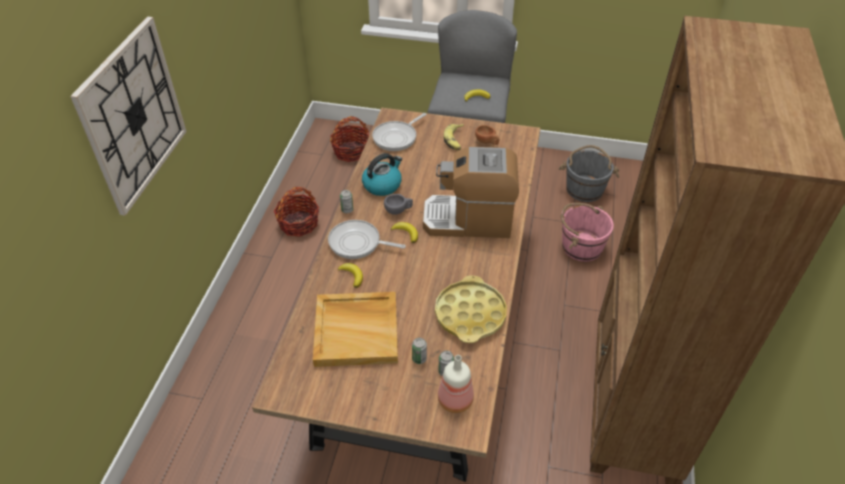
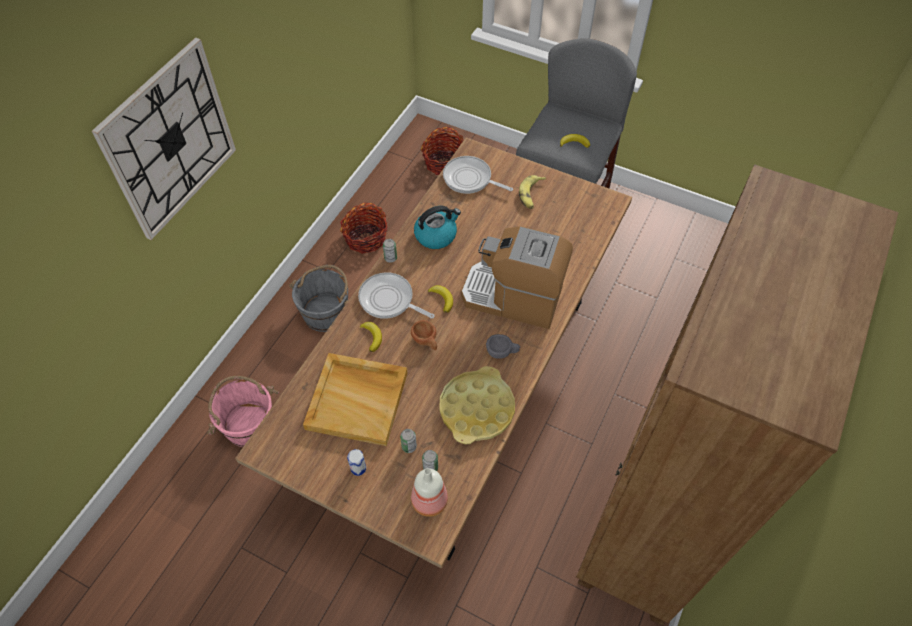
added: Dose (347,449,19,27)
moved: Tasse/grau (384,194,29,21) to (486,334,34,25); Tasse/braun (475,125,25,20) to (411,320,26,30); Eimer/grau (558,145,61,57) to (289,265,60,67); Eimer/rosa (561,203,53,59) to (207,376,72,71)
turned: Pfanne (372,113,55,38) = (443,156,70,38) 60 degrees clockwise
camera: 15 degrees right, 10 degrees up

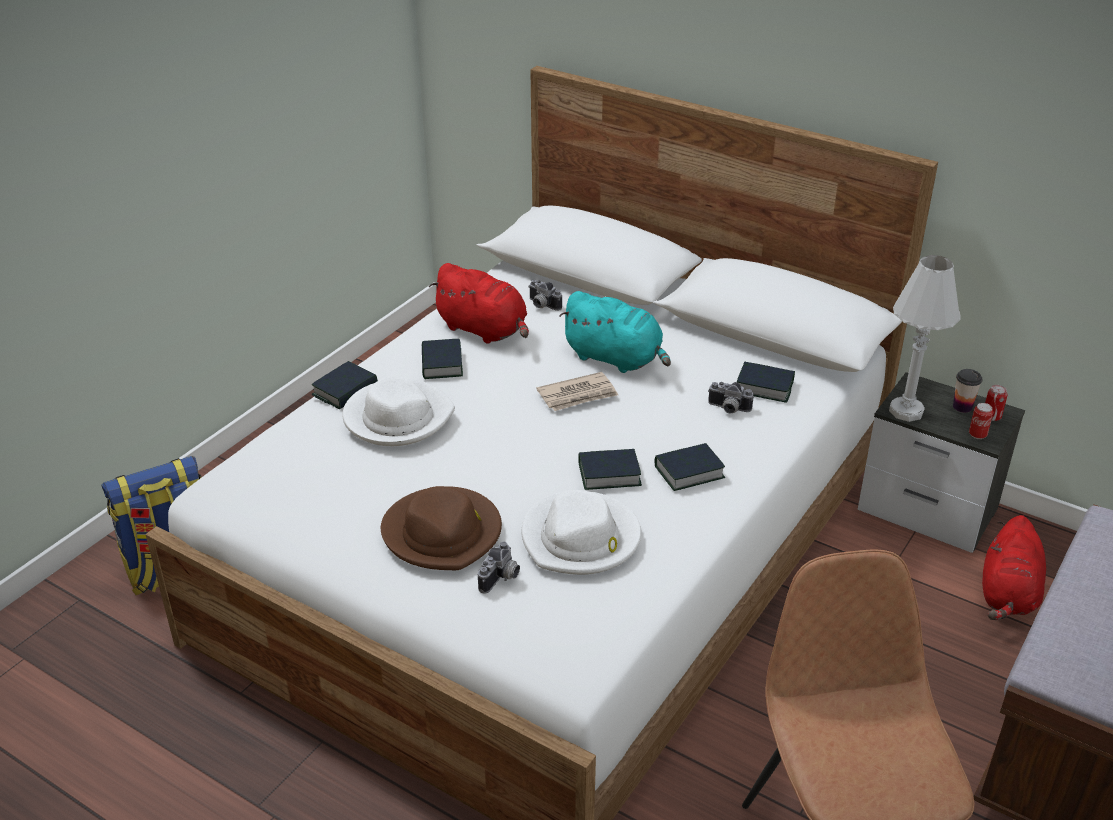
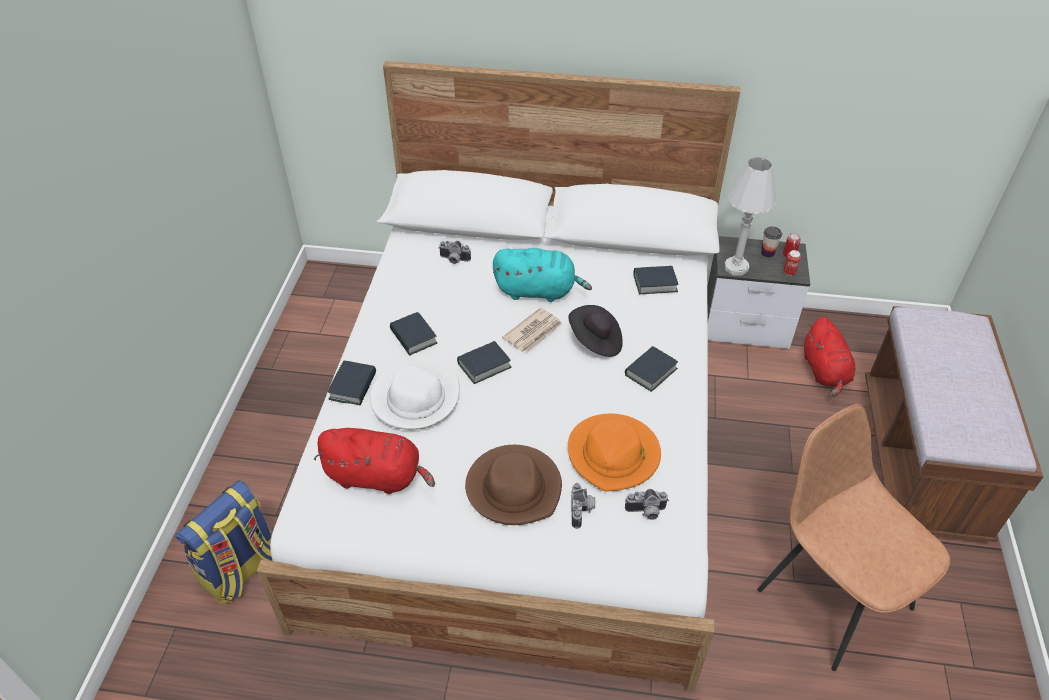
added: Hut/schwarz (569,305,54,52)
moved: Plüschtier/rot (429,263,100,81) to (314,428,121,66); Buch (578,449,64,41) to (457,341,55,43); Kamera (708,382,46,32) to (625,489,44,31)
recoloured: Hut/weiß (521,490,120,85) to Hut/orange (568,414,93,78)
camera: 25 degrees left, 10 degrees up

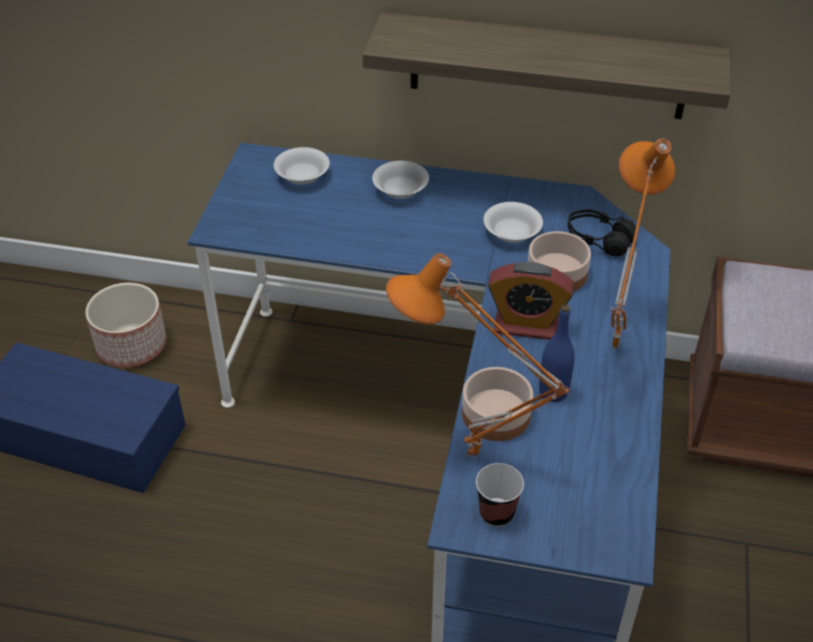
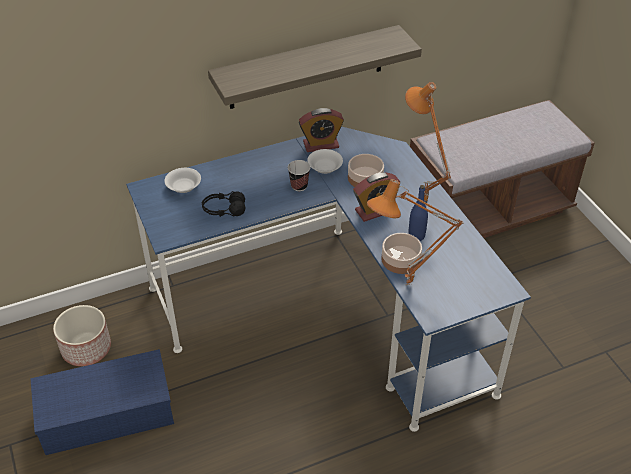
removed: Schüssel/weiß (372,161,57,38)
added: Wecker (299,108,45,44)
moved: Tasse (476,463,48,64) to (288,160,22,31); Kopfhörer/schwarz (568,209,68,48) to (202,191,43,26)
camera: 35 degrees left, 0 degrees up

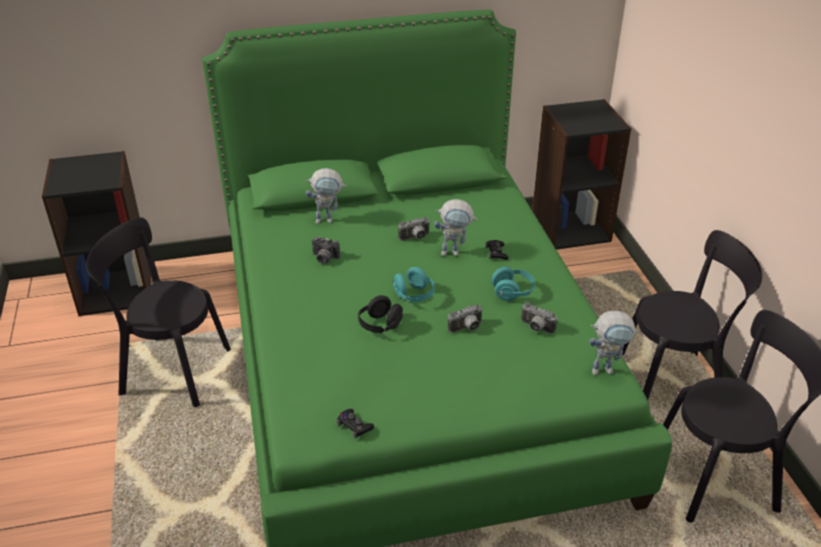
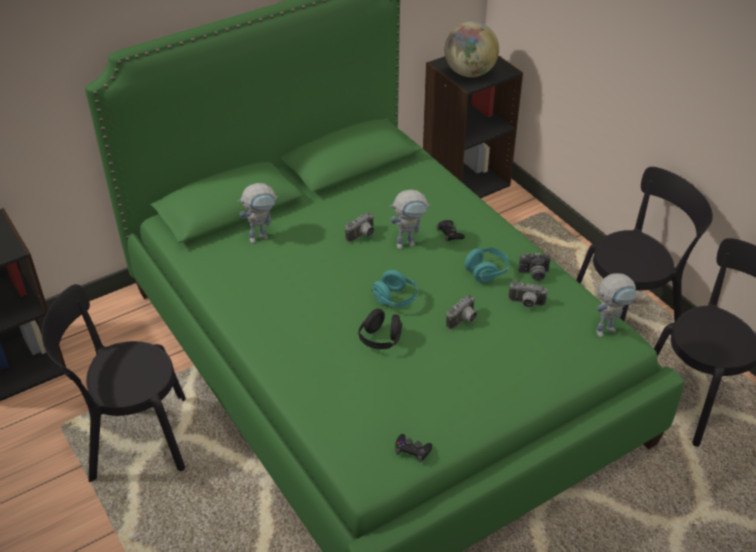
added: Globus (445,21,54,56)
moved: Kamera (312,237,28,27) to (518,253,33,28)
camera: 20 degrees left, 5 degrees up

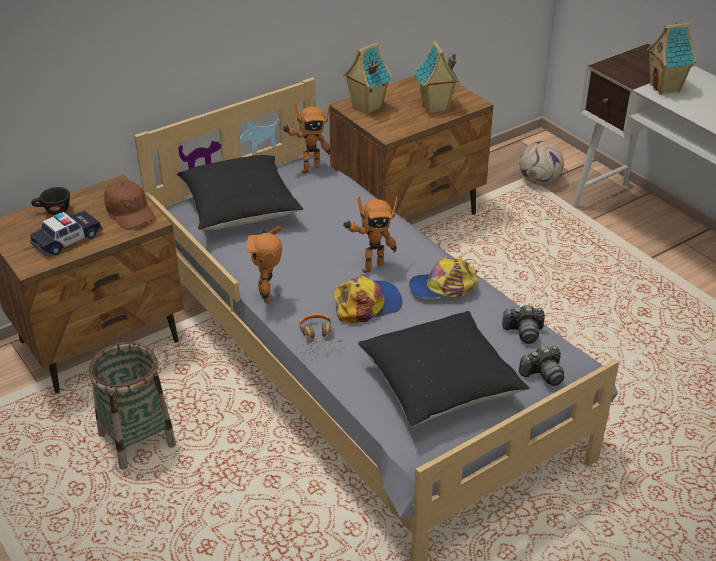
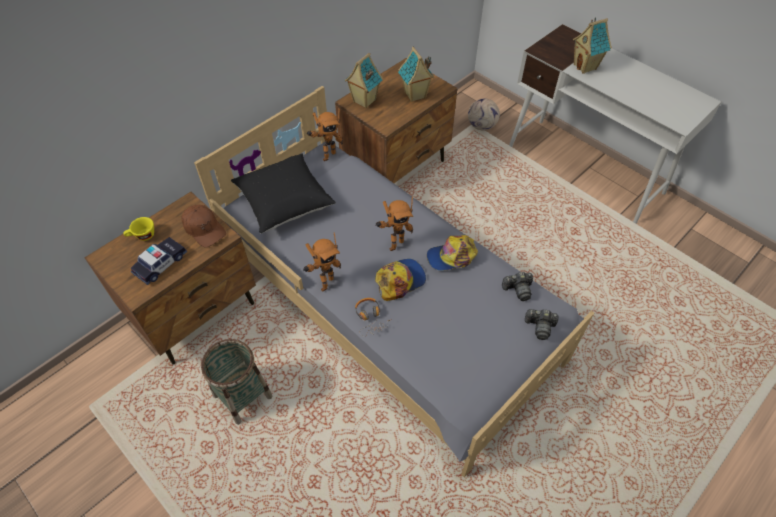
removed: Kissen/schwarz (358,311,171,116)
recoloured: Tasse/schwarz (31,187,39,28) to Tasse/gelb (123,217,31,24)
turned: Spielzeugroboter (246,227,36,77) = (303,232,38,59) 120 degrees counterclockwise; Kamera (519,345,45,41) = (525,309,34,31) 45 degrees clockwise
camera: 10 degrees left, 15 degrees up

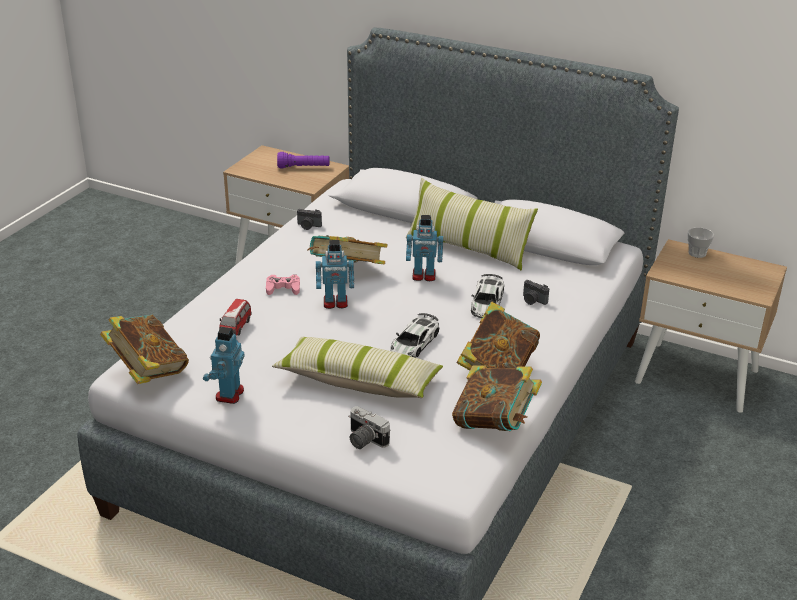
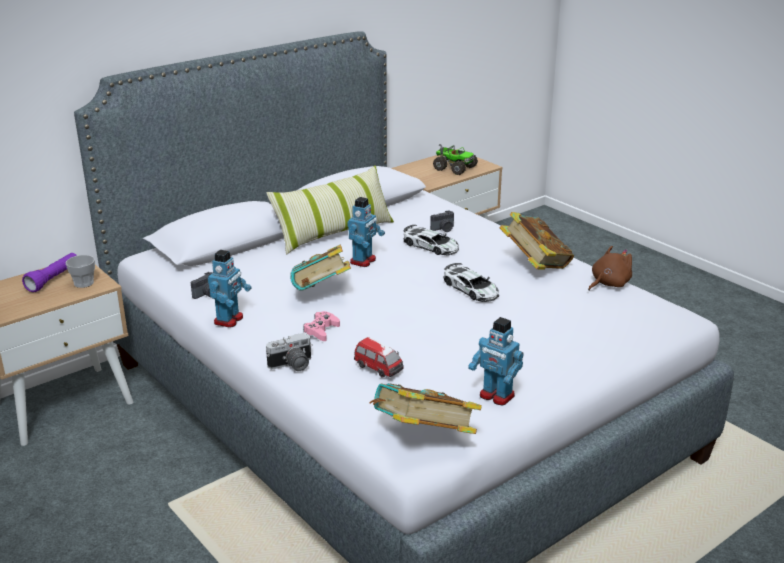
removed: Kissen (272,337,171,61)
added: Spielzeuglaster (433,144,45,31)
moved: Spielzeugroboter (316,240,38,69) to (208,250,44,78); Kamera (348,406,42,43) to (266,333,47,38); Tasse (688,227,26,31) to (65,255,30,33)
replaced: Buch (452,365,90,66) to Plüschtier/braun (588,246,44,45)
camera: 65 degrees left, 5 degrees down

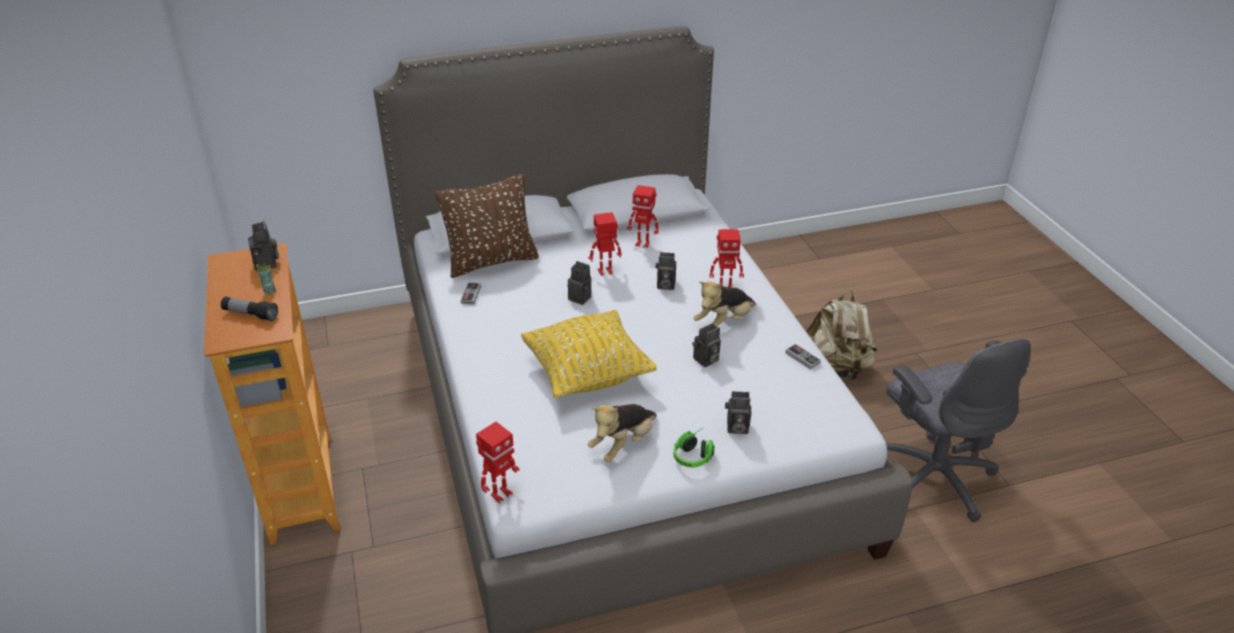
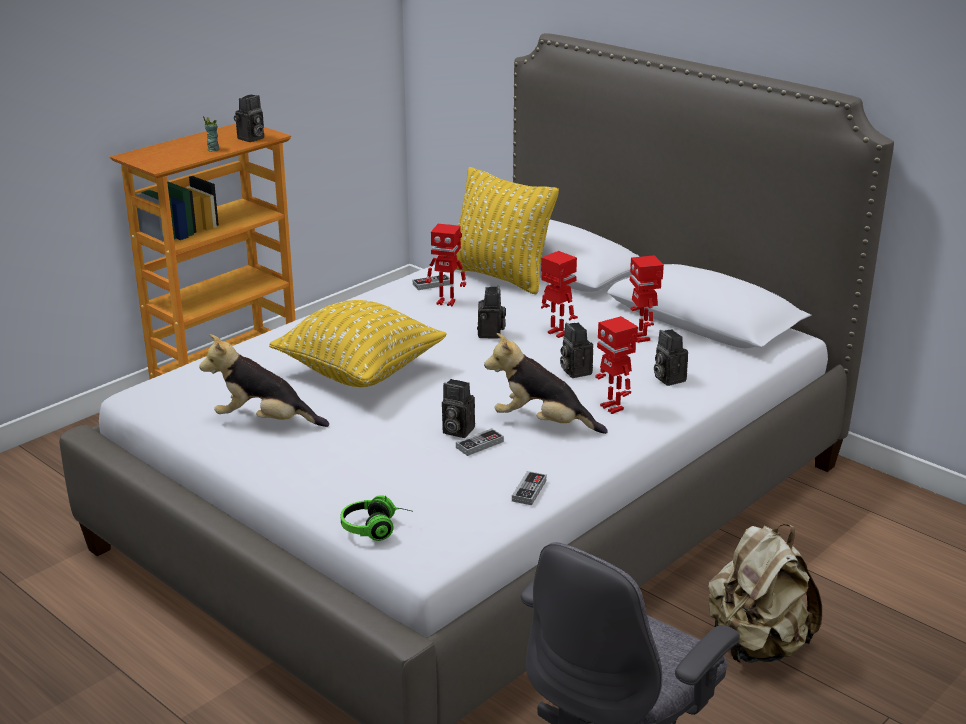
removed: Taschenlampe (221,297,57,24)
added: Gamepad (456,428,48,28)
moved: Spielzeugroboter (476,422,43,81) to (425,224,41,83); Kopfhörer (674,427,41,40) to (341,495,70,46); Kamera (725,391,26,43) to (654,329,34,57)
recoloured: Kissen/braun (435,174,104,104) to Kissen/gelb (456,167,103,127)
camera: 60 degrees right, 10 degrees down

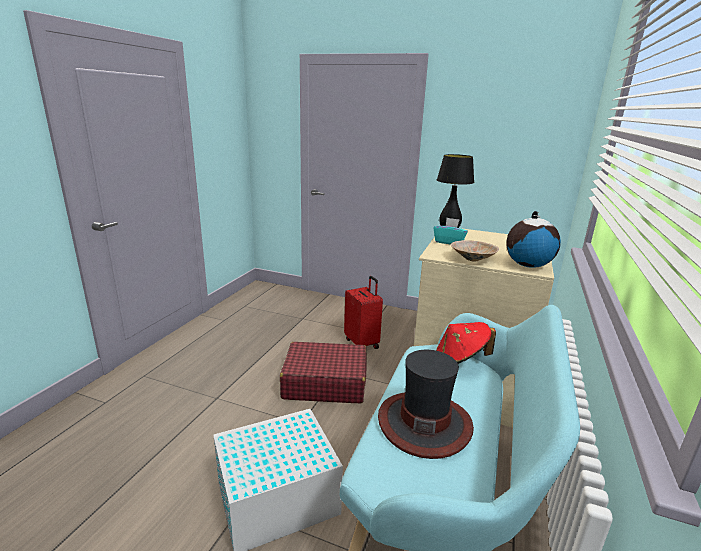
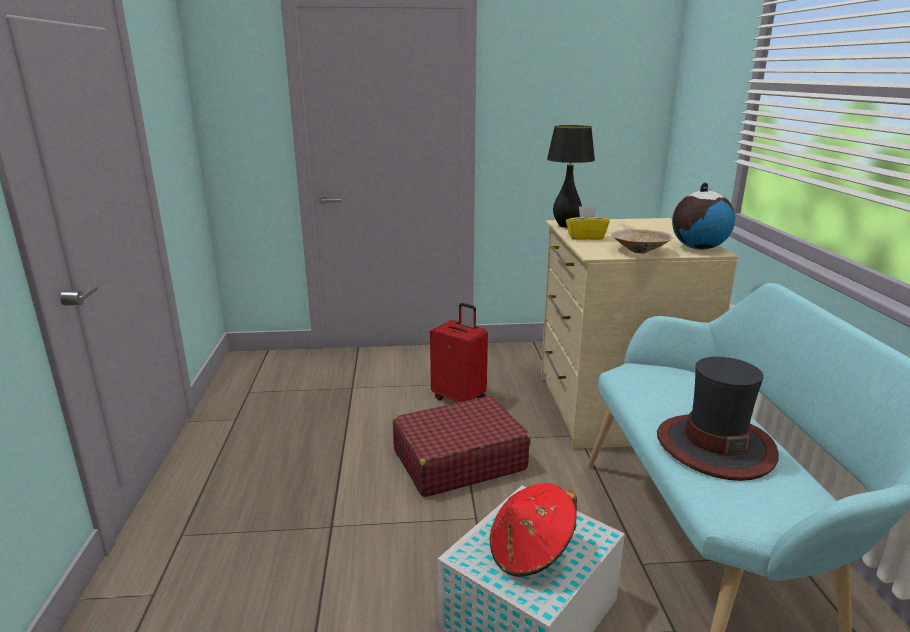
moved: Hut/rot (436,322,60,42) to (490,483,87,94)
recoloured: Taschentuchbox/türkis (434,218,34,26) to Taschentuchbox/gelb (566,206,44,34)
camera: 25 degrees left, 0 degrees up

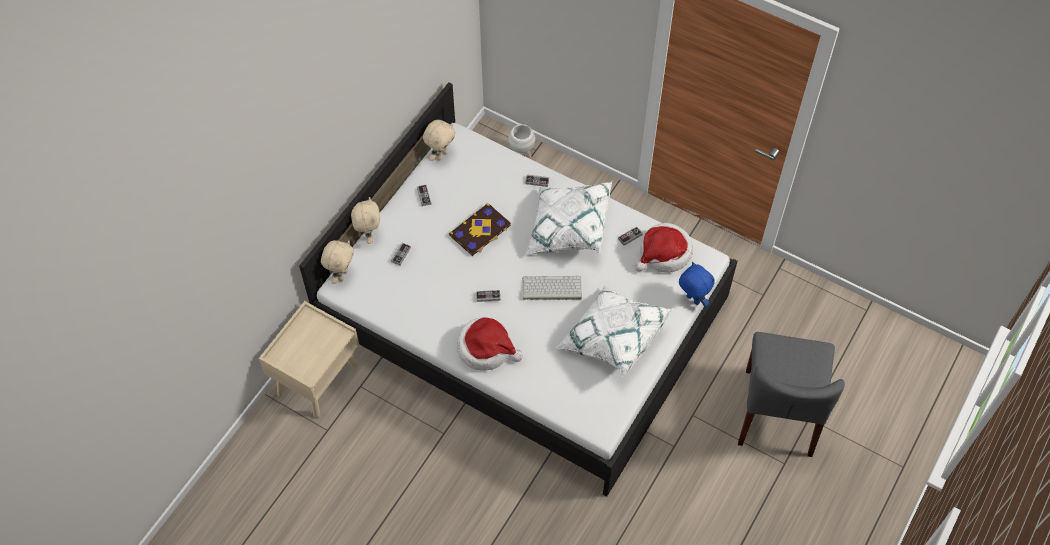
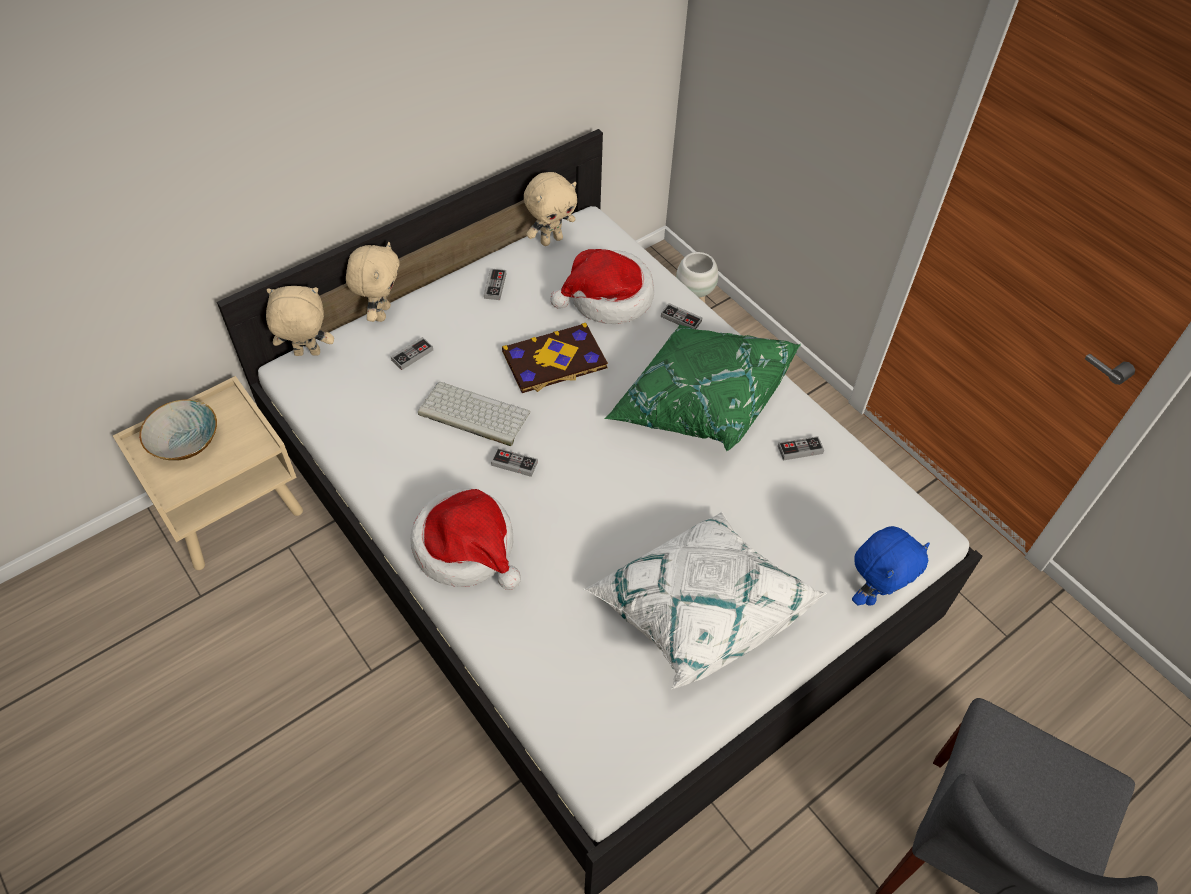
added: Schüssel (139,399,78,62)
moved: Tastatur (522,276,60,24) to (418,382,112,64); Hut (634,223,59,50) to (550,249,104,75)
recoloured: Kissen/weiß (524,181,88,75) to Kissen/grün (604,325,197,126)
turned: Plüschtier/beige (321,240,33,44) = (266,286,68,70) 135 degrees counterclockwise; Plüschtier/blau (679,262,36,45) = (852,526,78,80) 75 degrees clockwise
camera: 20 degrees right, 5 degrees down

